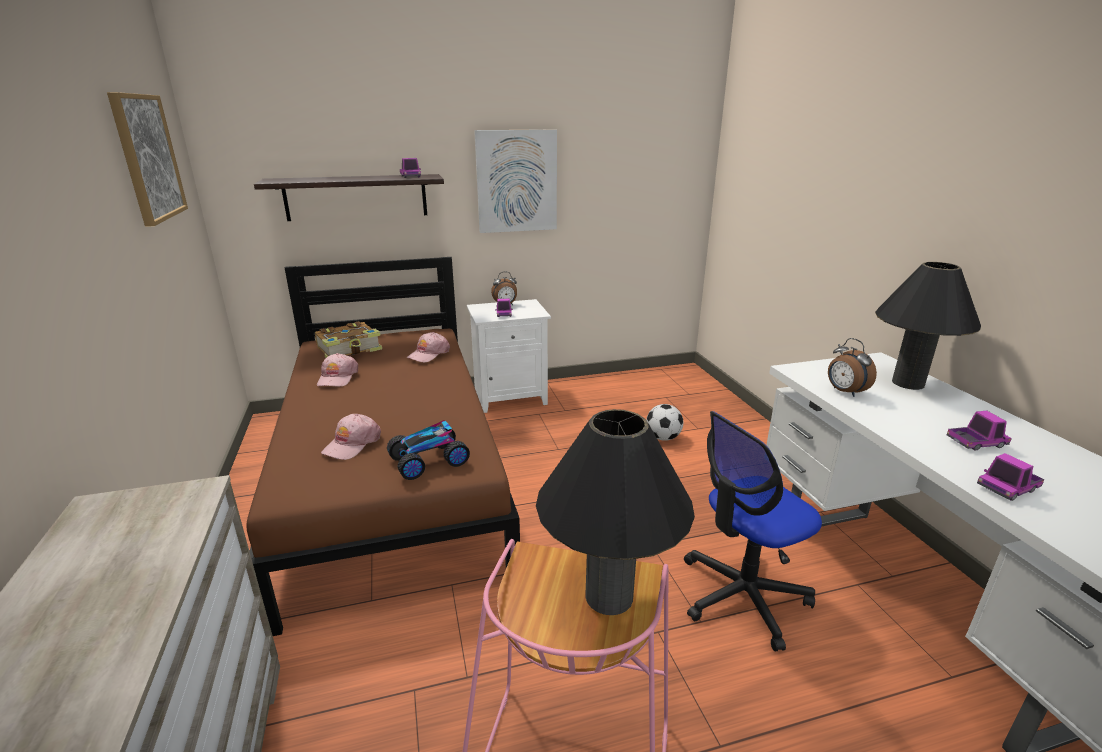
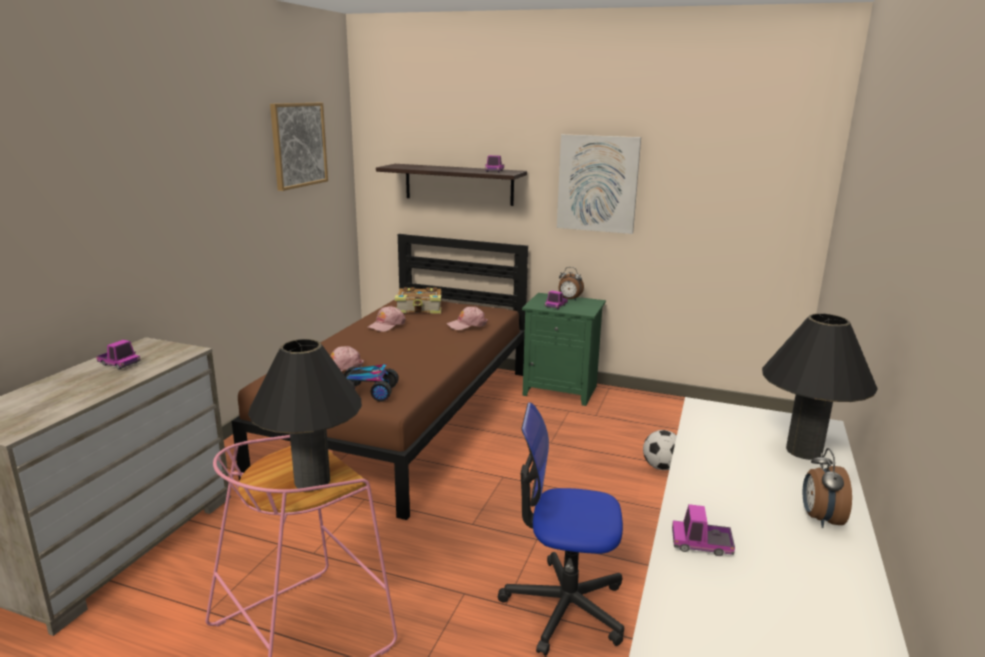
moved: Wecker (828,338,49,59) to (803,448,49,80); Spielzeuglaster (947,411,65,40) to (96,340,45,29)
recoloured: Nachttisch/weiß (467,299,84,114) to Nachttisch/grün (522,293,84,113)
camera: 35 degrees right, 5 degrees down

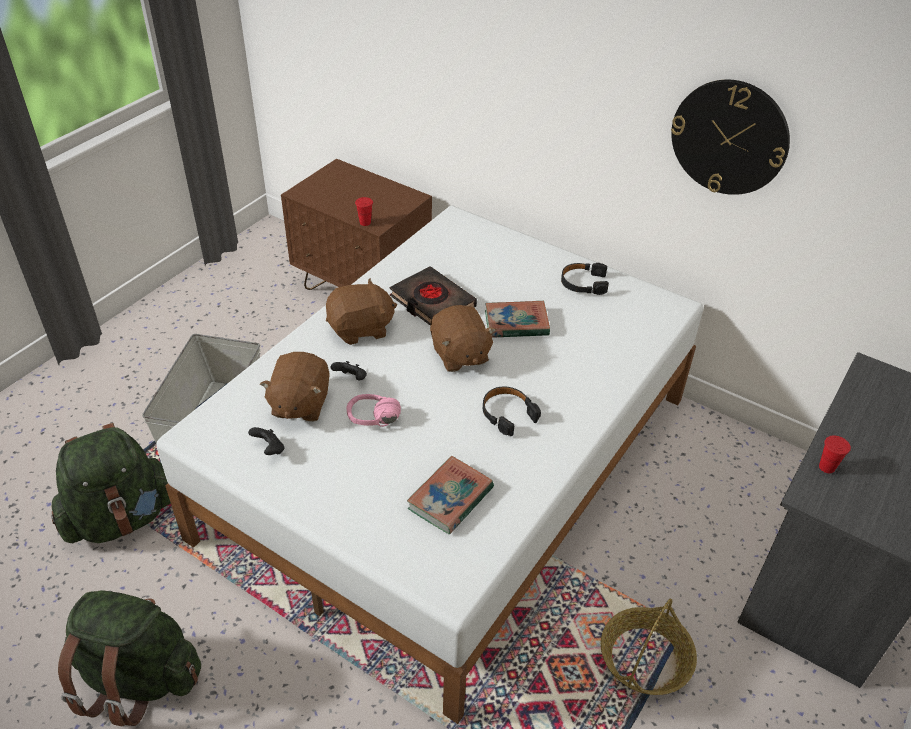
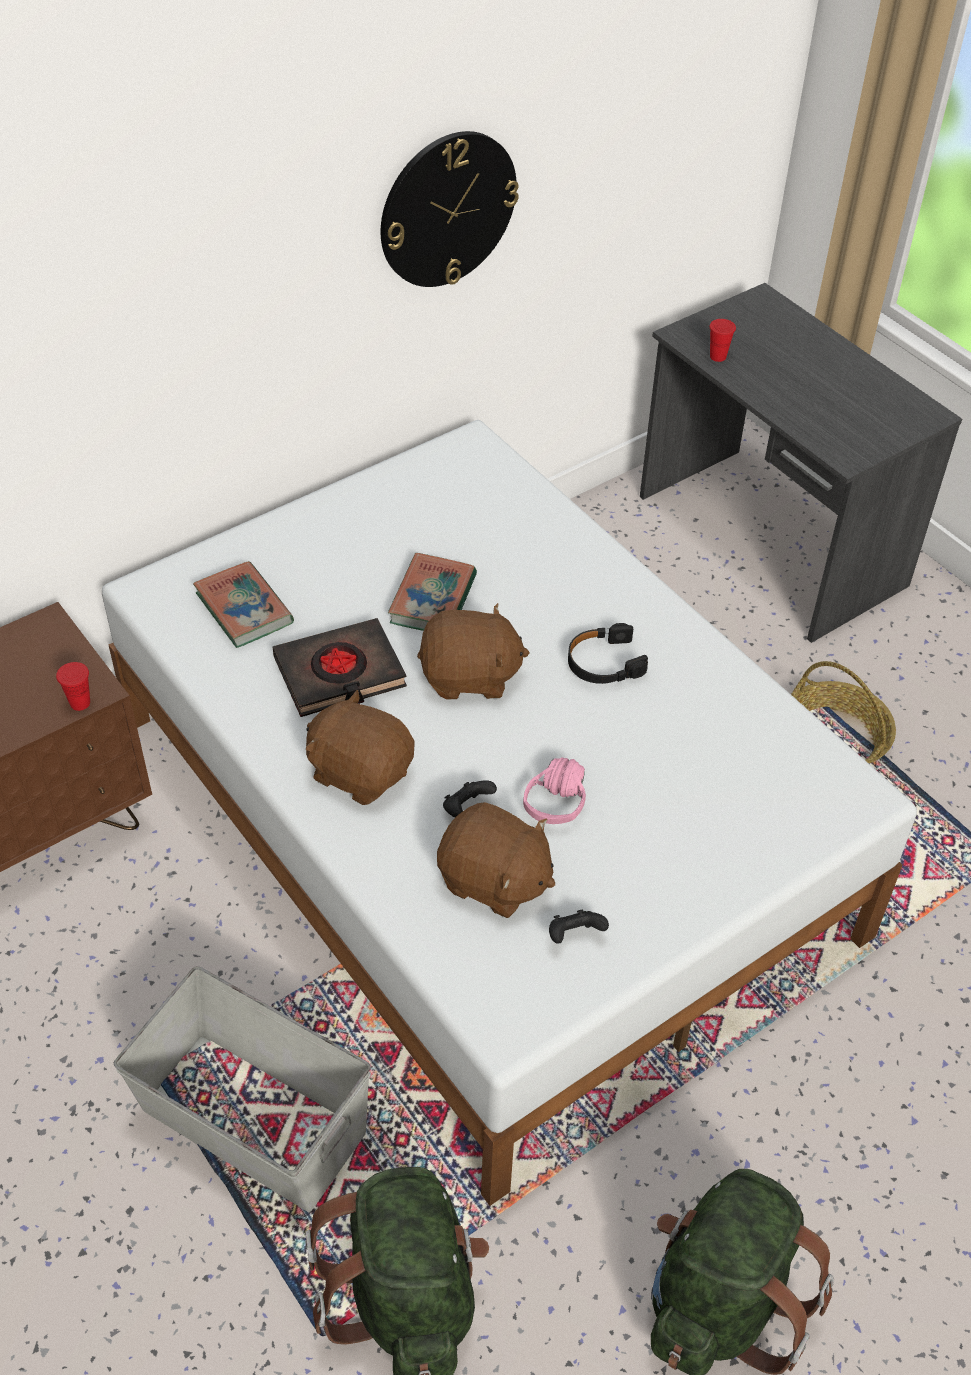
removed: Kopfhörer/schwarz (561,263,48,32)
moved: Buch (407,456,87,78) to (193,561,101,87); Tasse/rot (819,436,32,37) to (709,319,27,43)
turned: Plüschtier/braun (326,278,71,67) = (306,690,109,115) 60 degrees counterclockwise
camera: 70 degrees left, 5 degrees up

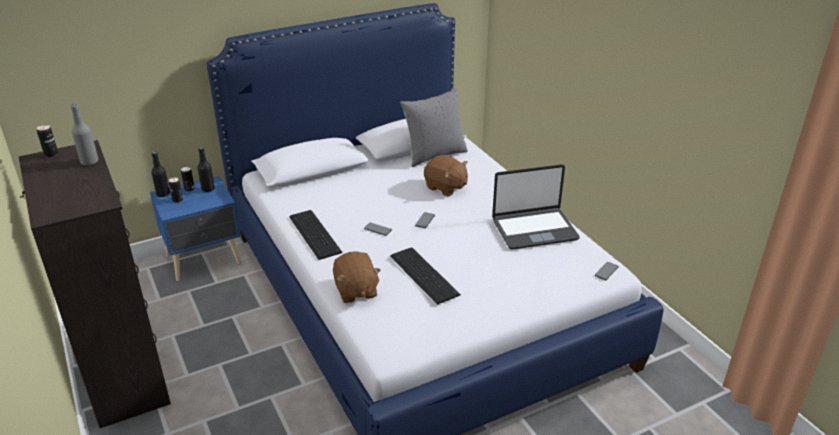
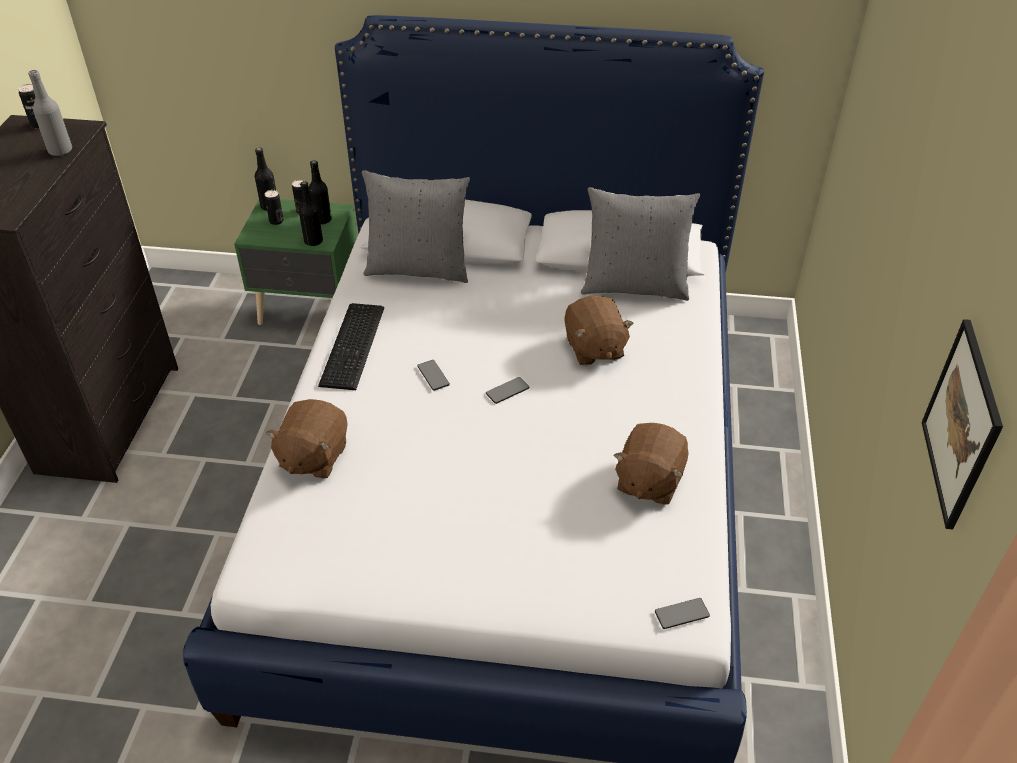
removed: Tastatur (390,248,71,57)
added: Flasche/schwarz (299,181,24,65); Kissen/grau (362,170,108,113); Bild (922,319,81,211)
replaced: Laptop (492,164,88,86) to Plüschtier/braun (613,423,76,82)
recoloured: Nachttisch/blau (150,176,91,105) to Nachttisch/grün (234,199,124,126)
camera: 35 degrees right, 10 degrees up

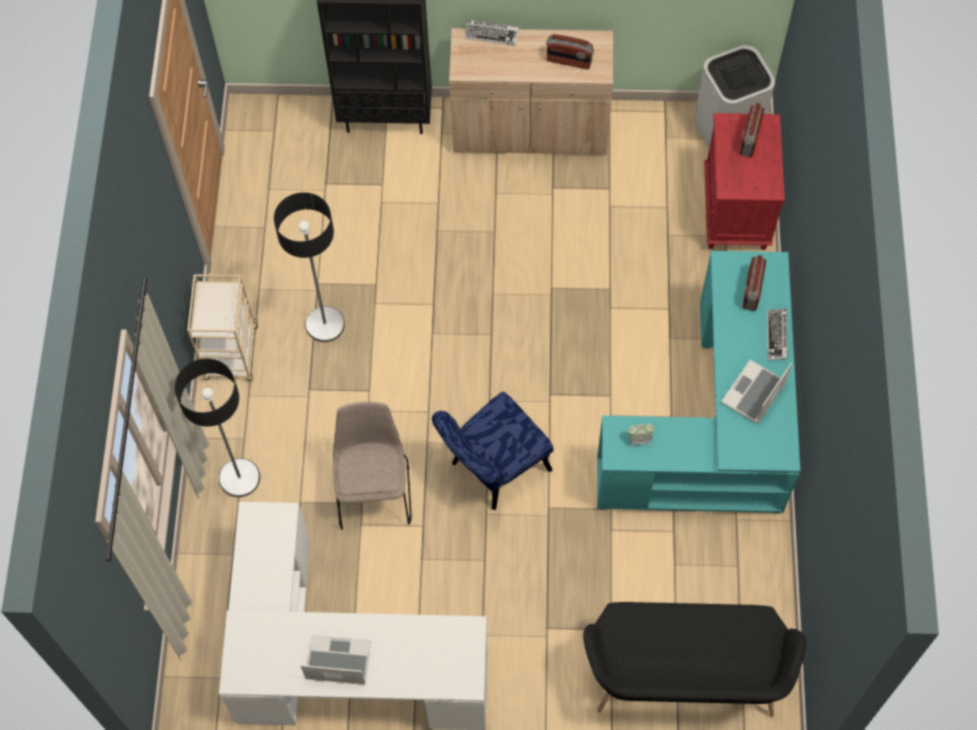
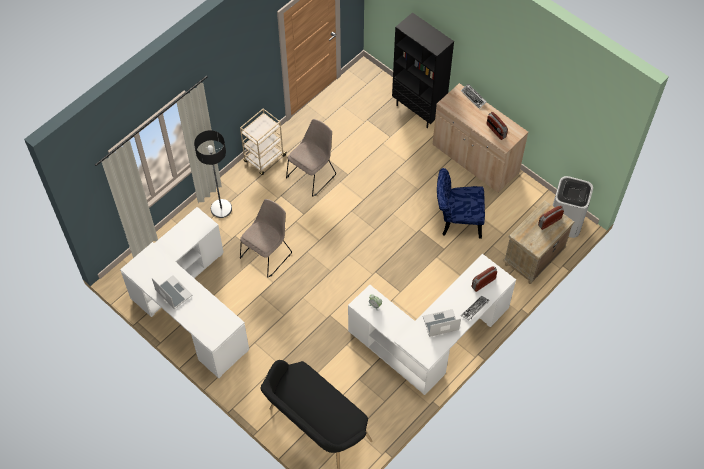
moved: Stuhl/blau (432,392,121,118) to (437,168,48,71)
replaced: Stehlampe (274,192,71,150) to Stuhl/beige (286,119,50,77)
recoloured: Schreibtisch/türkis (597,251,203,262) to Schreibtisch/weiß (348,254,168,141); Nachttisch/rot (704,113,81,137) to Nachttisch/beige (502,200,72,84)
camera: 40 degrees right, 5 degrees down

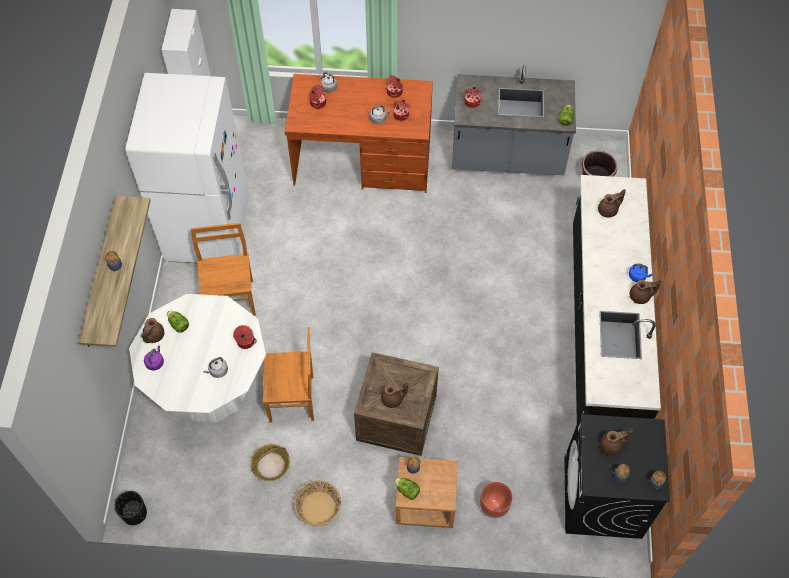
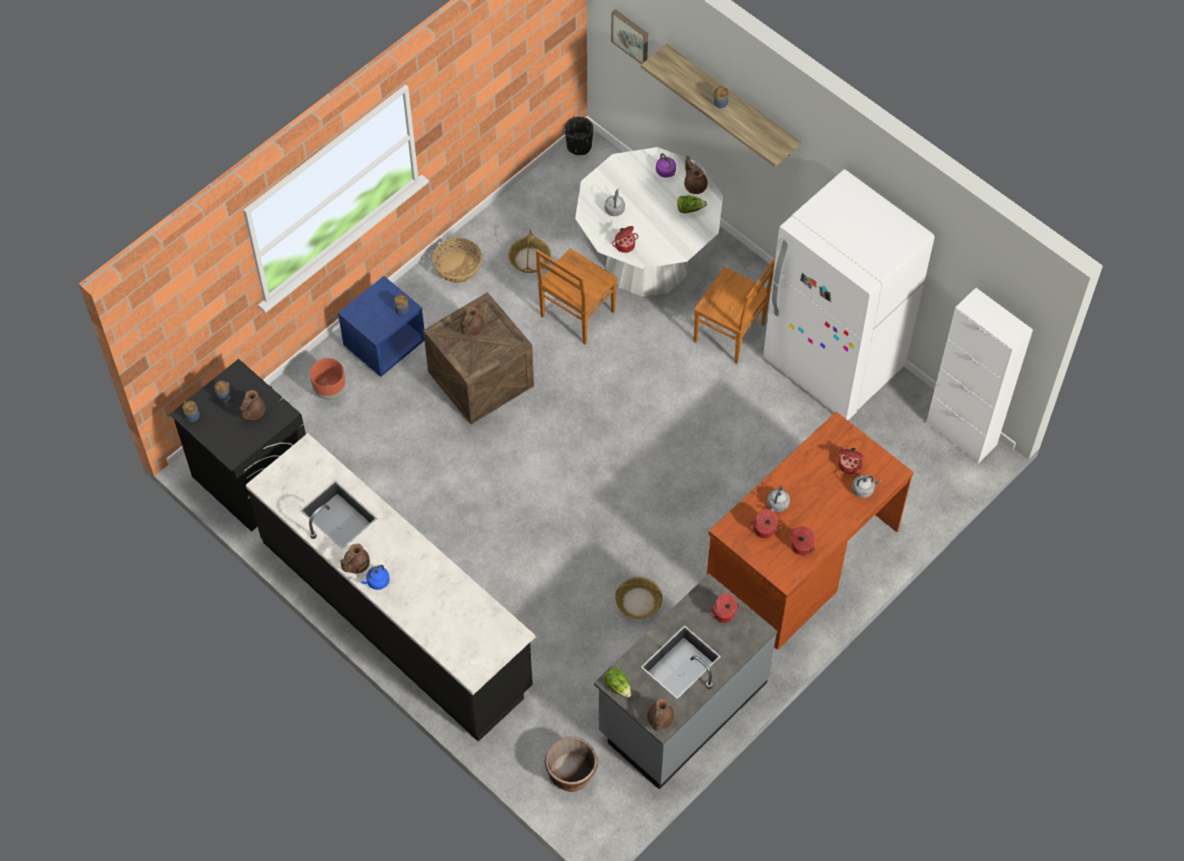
removed: Salatkopf (394,478,26,22)
added: Bild (611,9,37,55); Korb (615,577,47,42)
moved: Teekanne/braun (598,189,28,29) to (647,699,27,32)
recoloured: Nachttisch/braun (395,457,63,71) to Nachttisch/blau (338,276,86,101)
camera: 130 degrees right, 0 degrees up

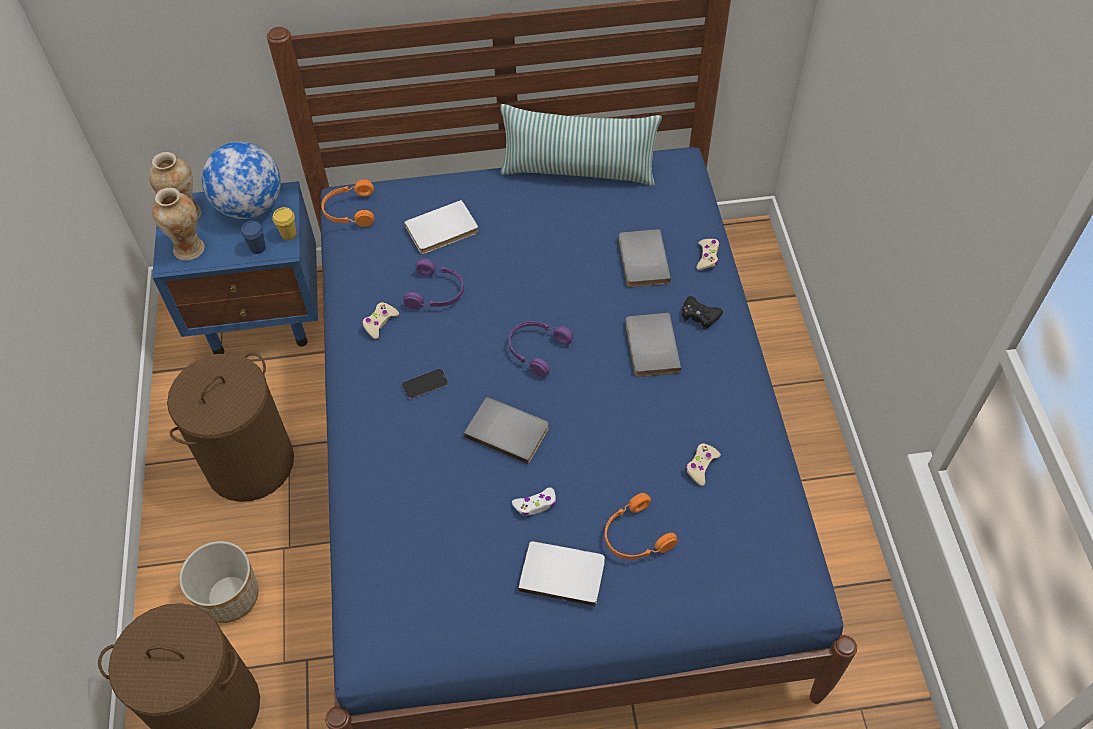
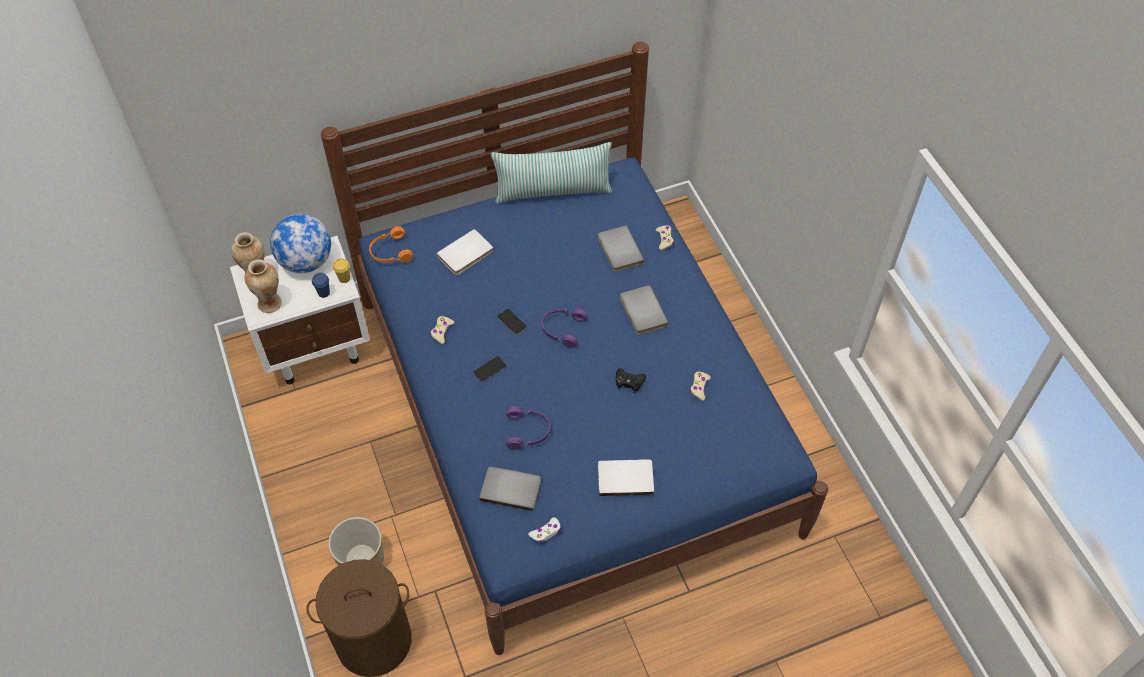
removed: Wäschekorb/braun (167,352,127,150); Kopfhörer/orange (605,493,73,66)
added: Handy (497,309,30,26)
moved: Kopfhörer/lila (403,258,61,51) to (506,406,44,44); Buch/grau (464,397,85,67) to (479,466,62,45); Gamepad/weiß (512,487,44,29) to (528,517,33,26); Gamepad/schwarz (682,296,41,34) to (616,368,30,25)
recoloured: Nachttisch/blau (152,181,166,173) to Nachttisch/weiß (230,236,140,148)
camera: 15 degrees left, 0 degrees up

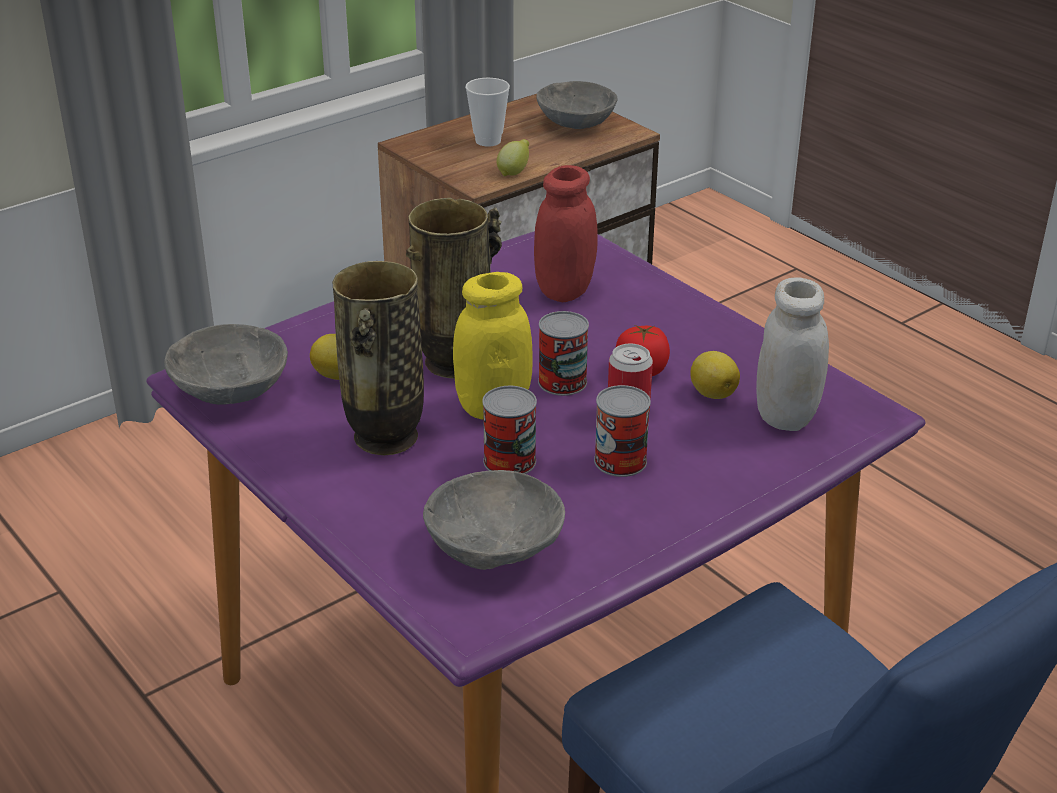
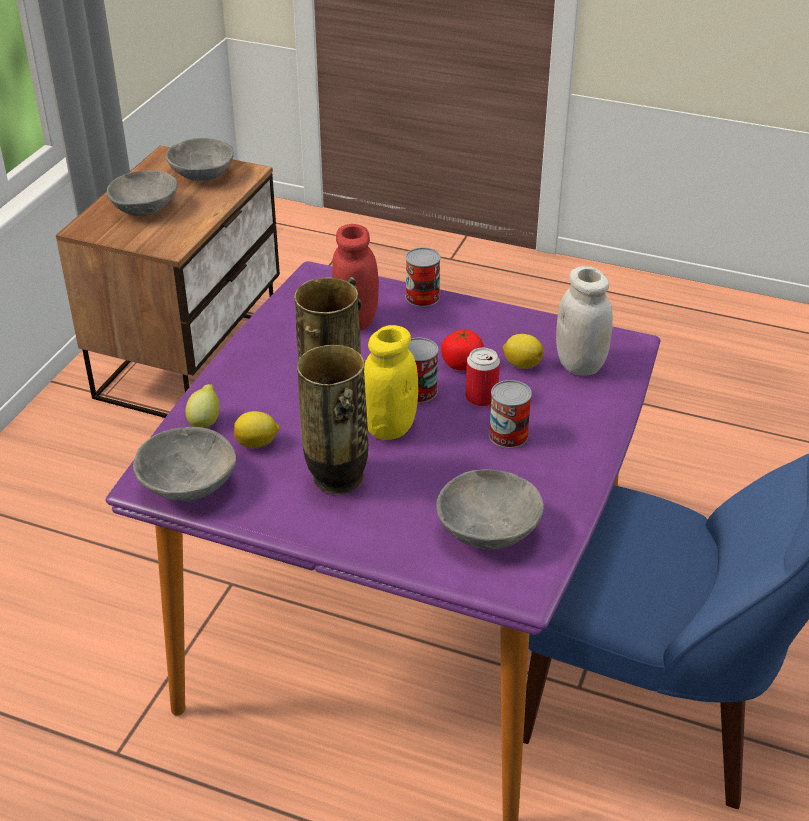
moved: Dose (482,386,55,88) to (406,247,35,60); Zitrone (497,139,32,37) to (185,384,34,44)
replaced: Tasse (465,78,45,69) to Schüssel/grau (107,170,71,46)
camera: 30 degrees left, 5 degrees up

